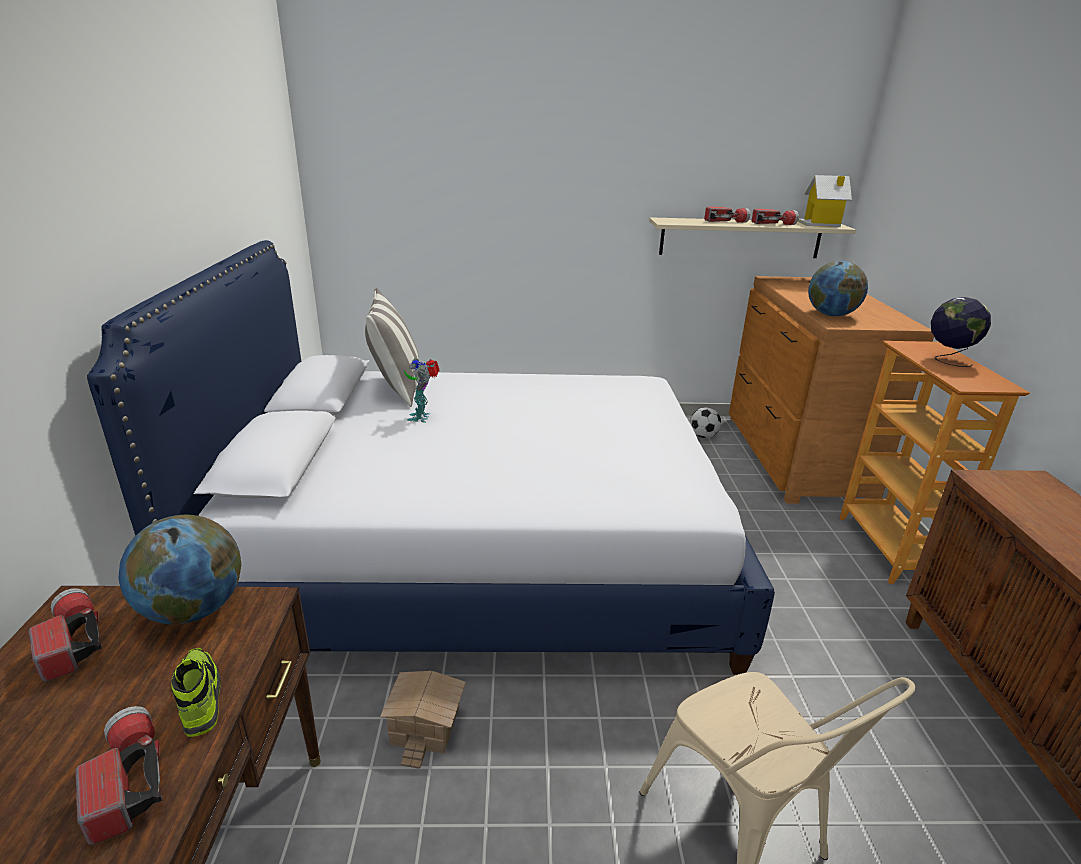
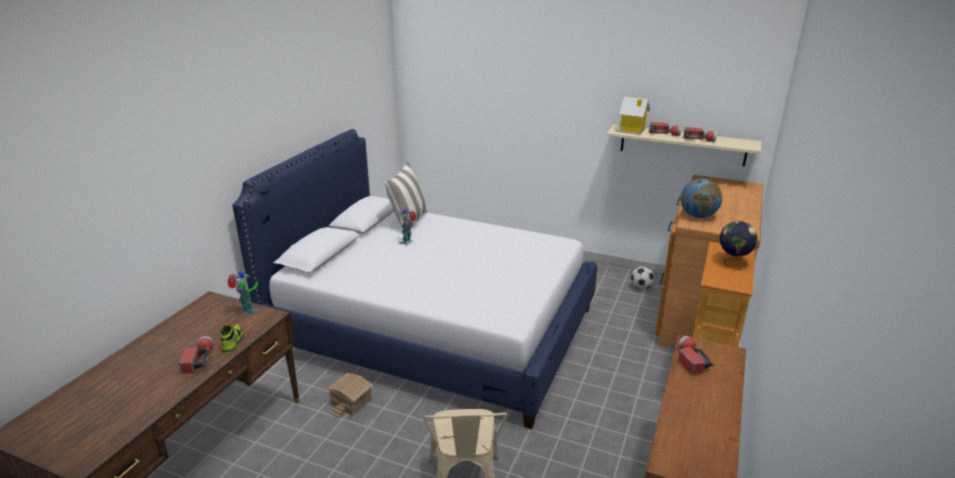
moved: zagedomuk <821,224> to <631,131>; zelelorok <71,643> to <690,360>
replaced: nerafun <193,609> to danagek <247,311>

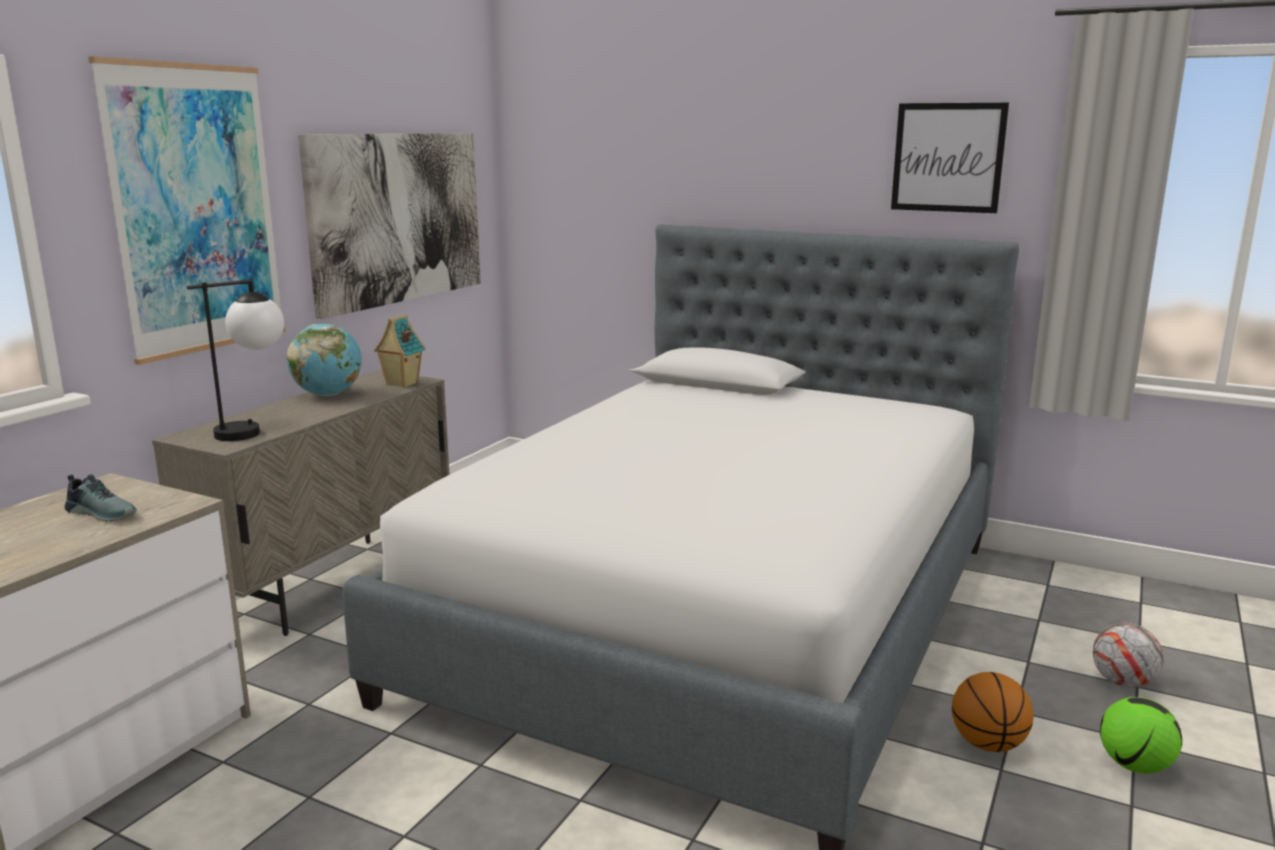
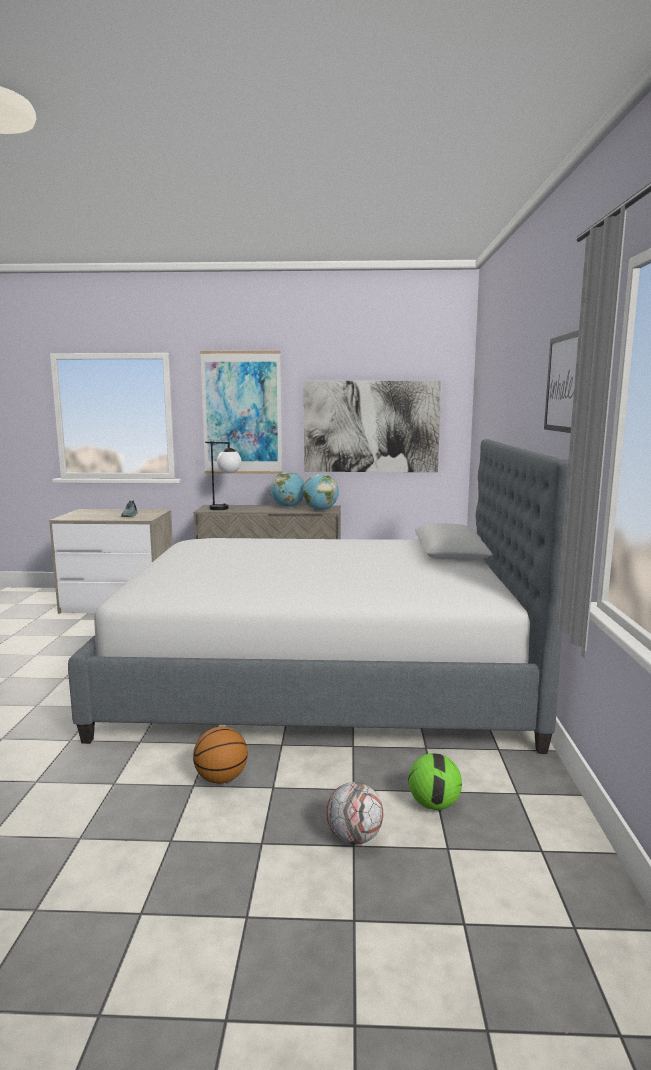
moved: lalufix <1135,766> to <434,804>
replaced: zagedomuk <401,384> to nerafun <320,510>

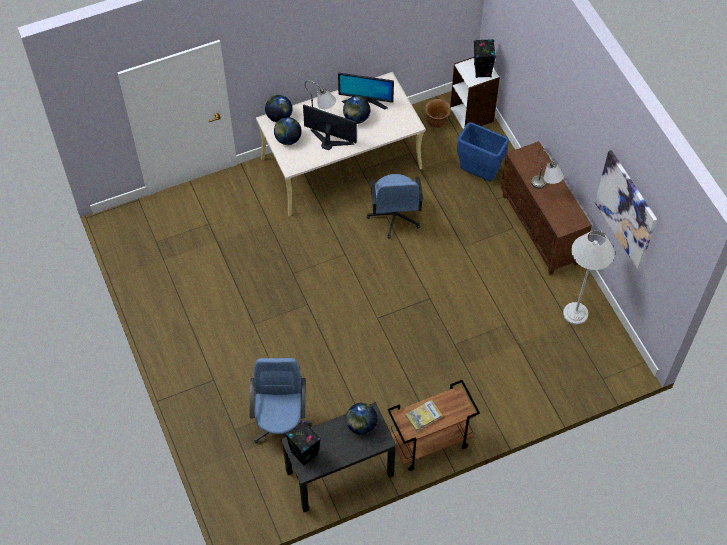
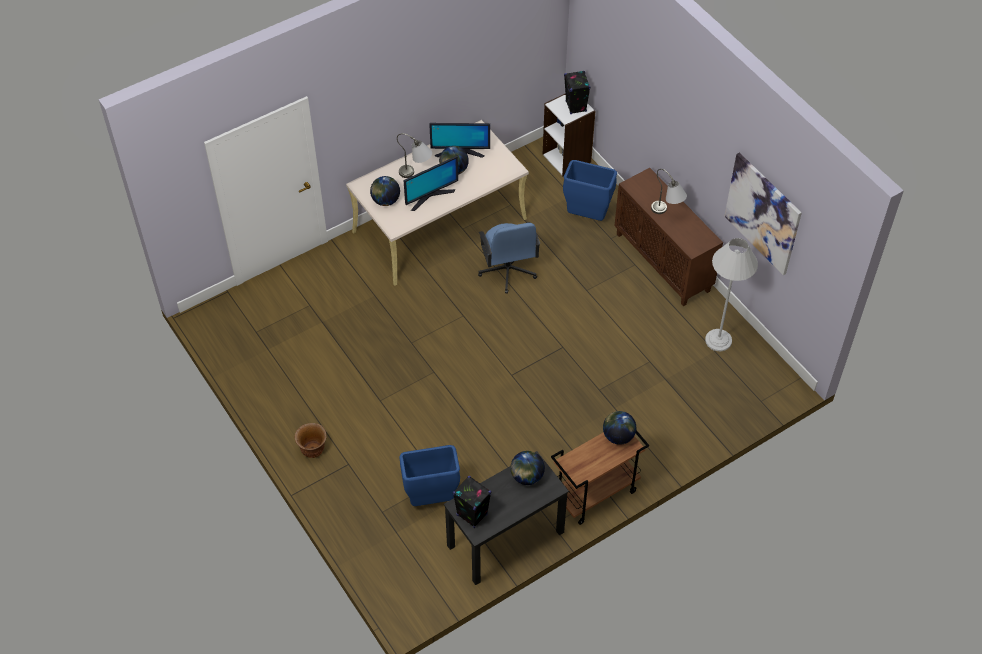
removed: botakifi <423,416>
moved: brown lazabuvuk <436,122> to <312,450>; nerafun <279,117> to <618,436>
replaced: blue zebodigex <281,424> to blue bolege <431,498>
turned: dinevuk <329,141> = <430,196> 135 degrees clockwise

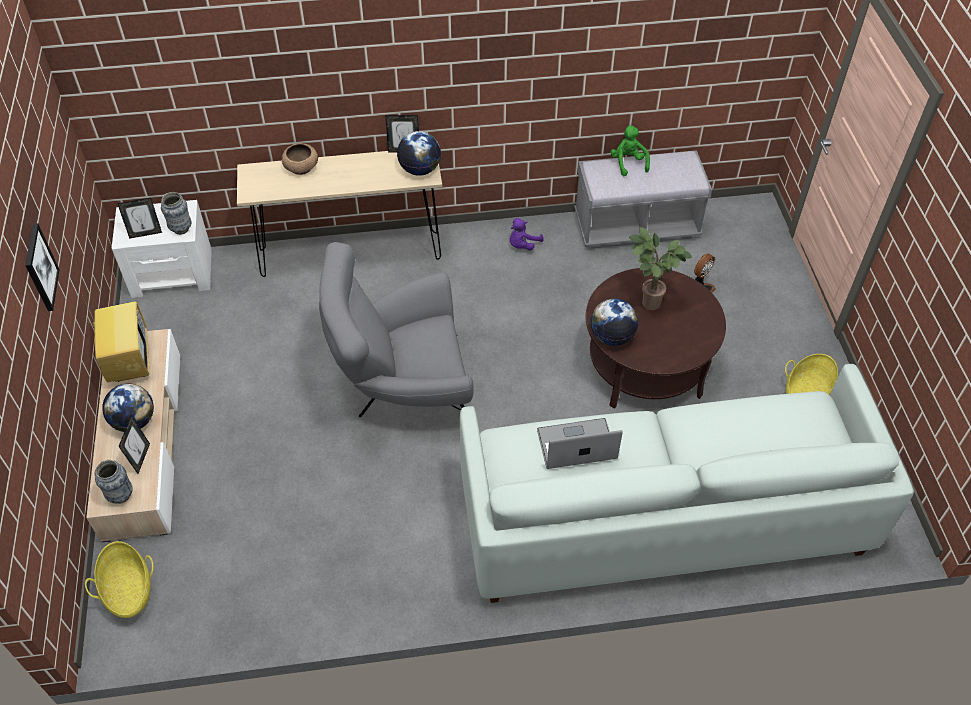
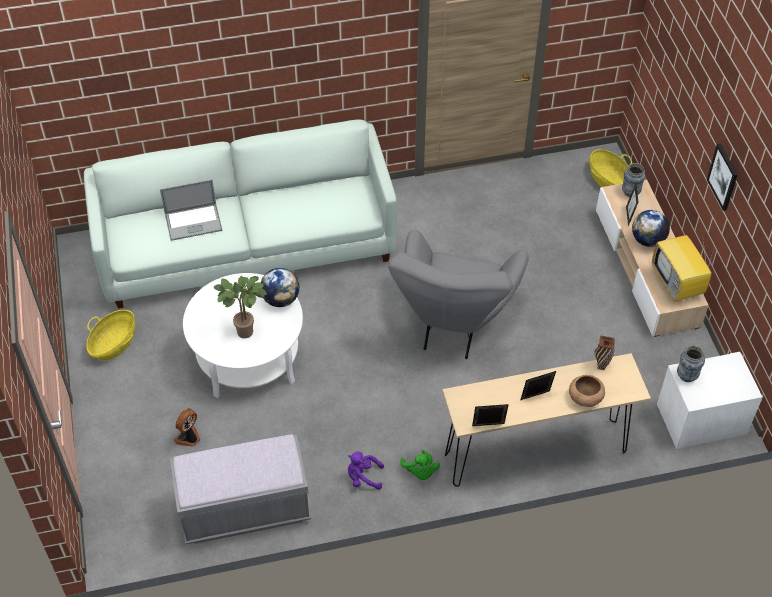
removed: nerafun <420,169>
added: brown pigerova <600,366>
moved: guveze <576,445> to <193,222>; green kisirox <628,163> to <420,472>; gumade <145,233> to <536,397>
recoloured: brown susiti <645,366> to white susiti <248,358>
turned: purple kisirox <522,245> = <363,477> 120 degrees counterclockwise; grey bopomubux <403,389> = <454,323> 120 degrees clockwise

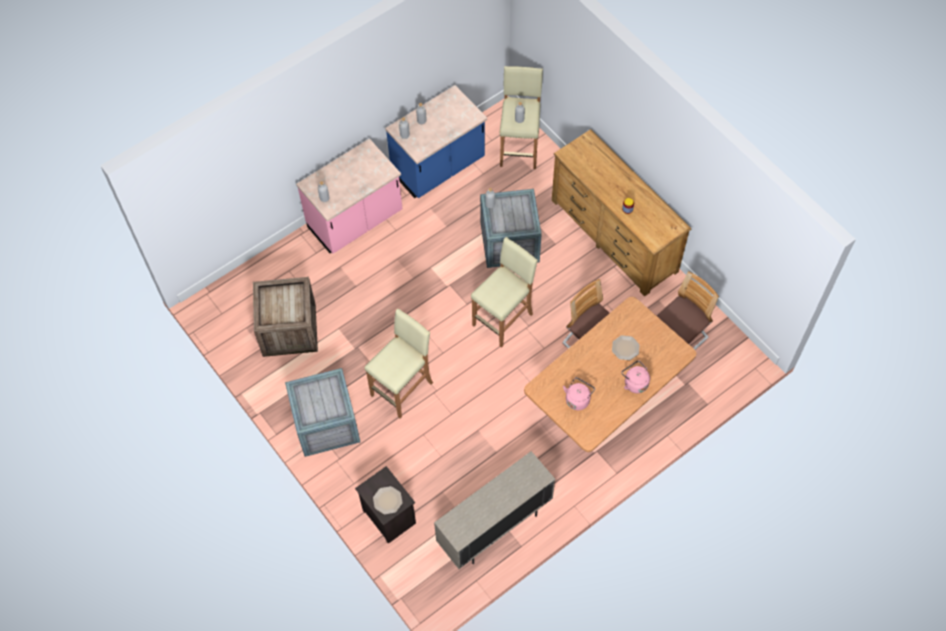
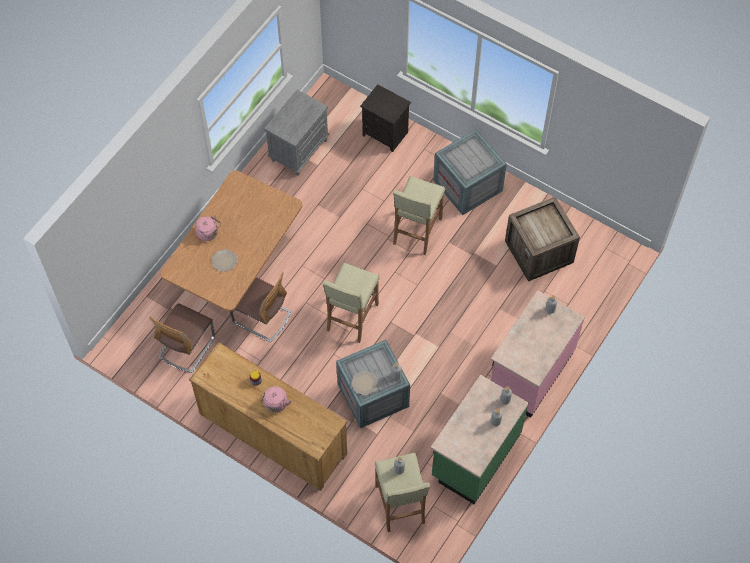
moved: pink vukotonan <578,399> to <275,405>; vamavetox <388,500> to <364,383>
replaced: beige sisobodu <494,527> to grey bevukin <299,150>
recoloured: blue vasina <439,167> to green vasina <474,455>

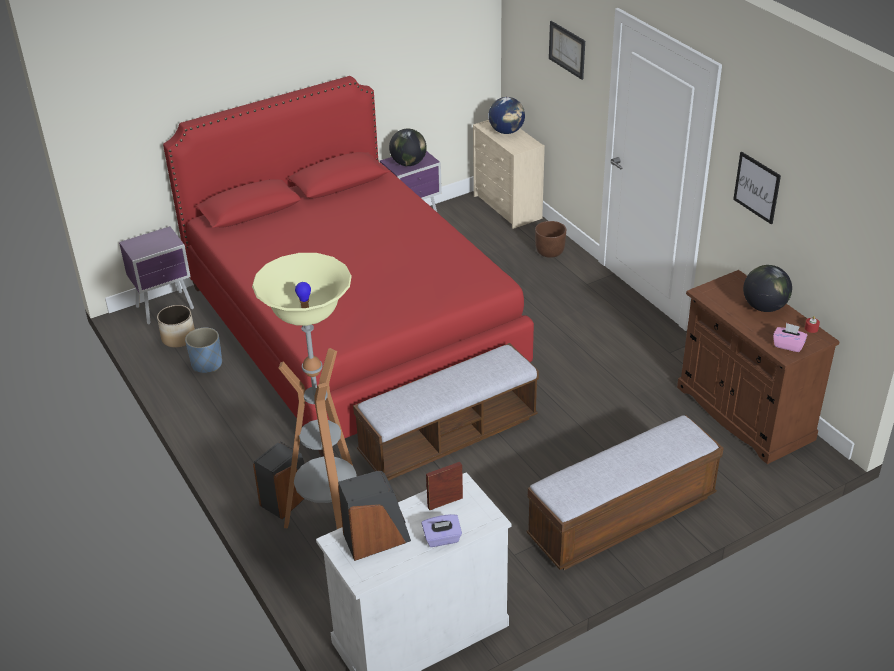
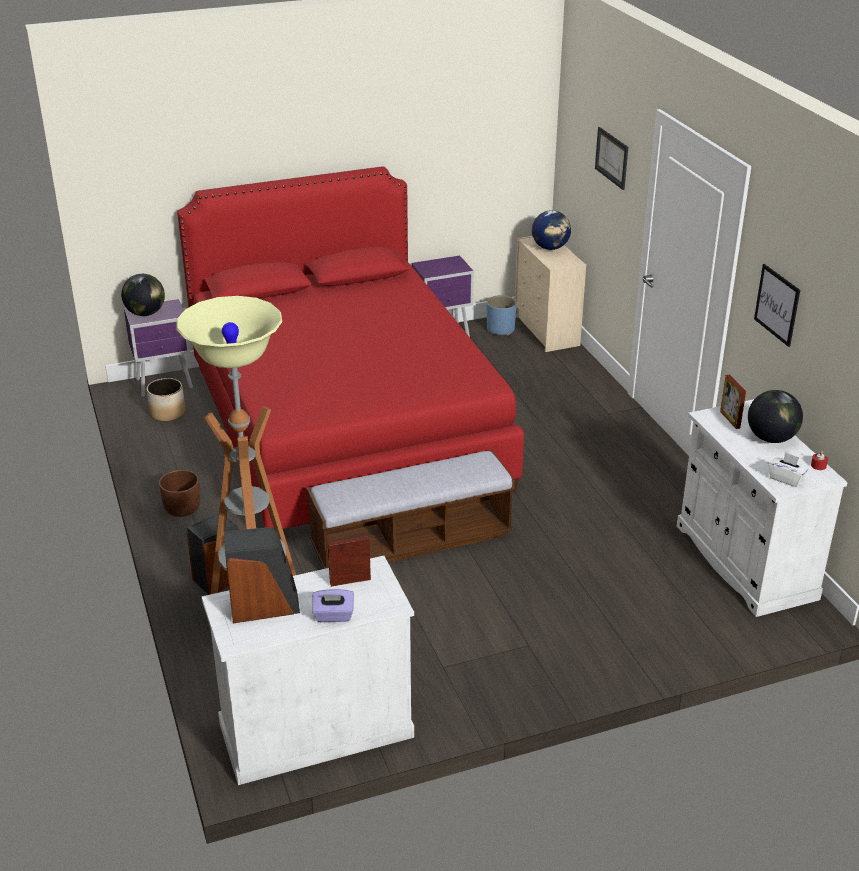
removed: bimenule <621,517>
added: gumade <730,420>
moved: nerafun <408,163> to <145,313>; brown lazabuvuk <550,251> to <183,509>; blue lazabuvuk <207,364> to <500,329>
recoloured: brown sisobodu <744,413> to white sisobodu <744,561>; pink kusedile <788,345> to white kusedile <786,479>

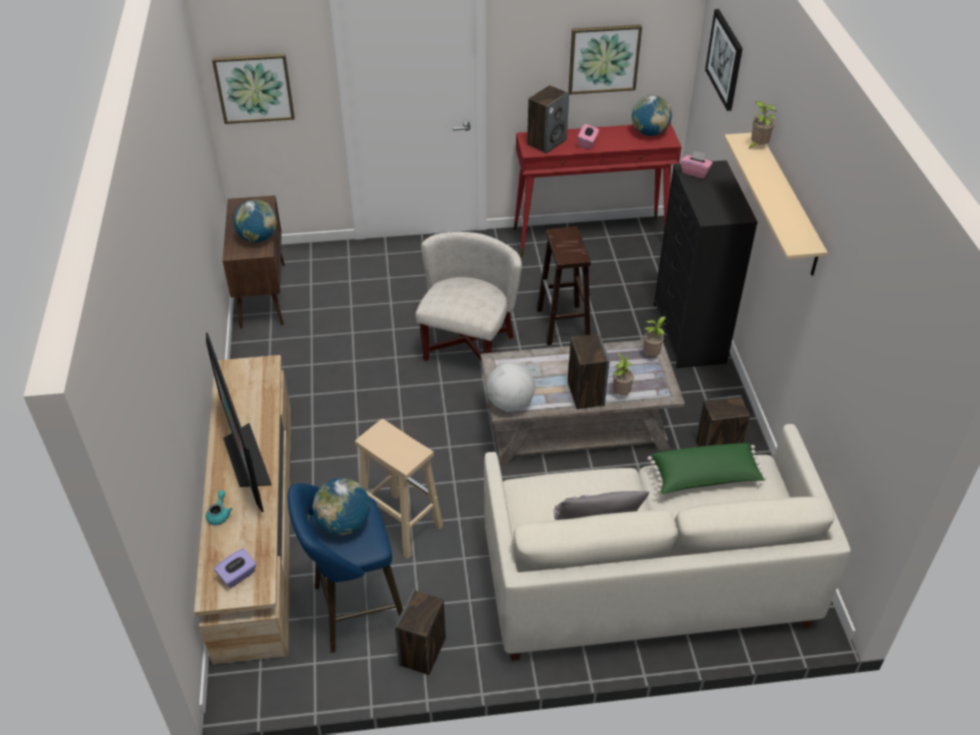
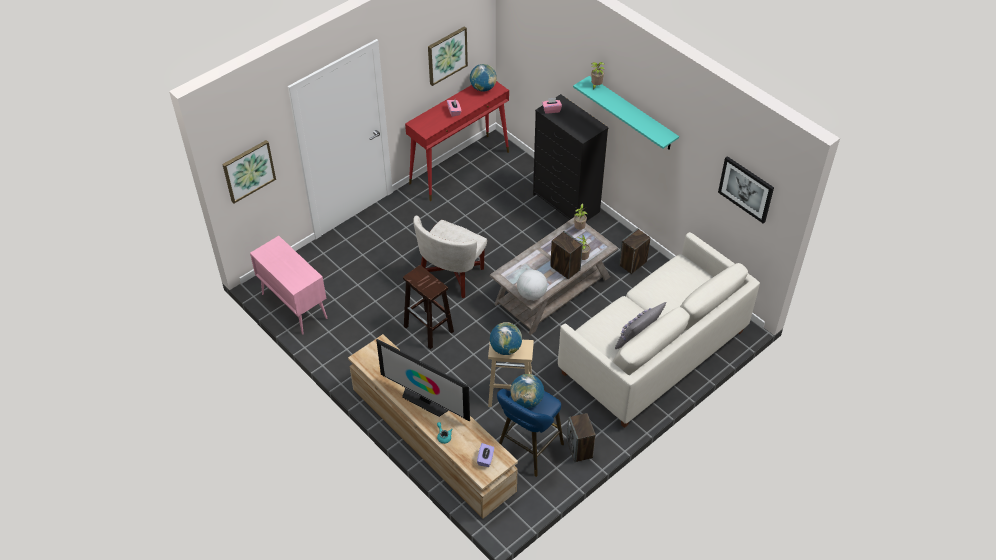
removed: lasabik <546,142>; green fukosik <705,478>
moved: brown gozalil <563,325> to <429,329>; nerafun <258,238> to <505,348>; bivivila <725,59> to <746,189>
recoloured: brown sisobodu <263,295> to pink sisobodu <294,306>; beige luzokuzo <787,204> to turquoise luzokuzo <632,114>
turned: white bopomubux <468,347> = <452,274> 135 degrees counterclockwise

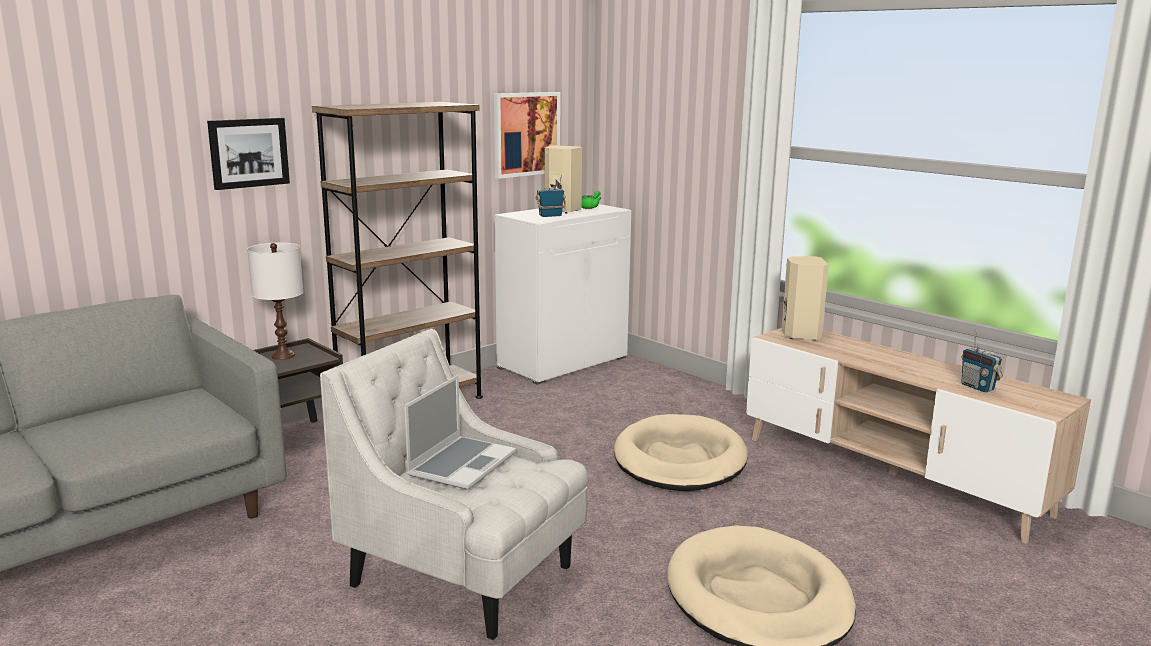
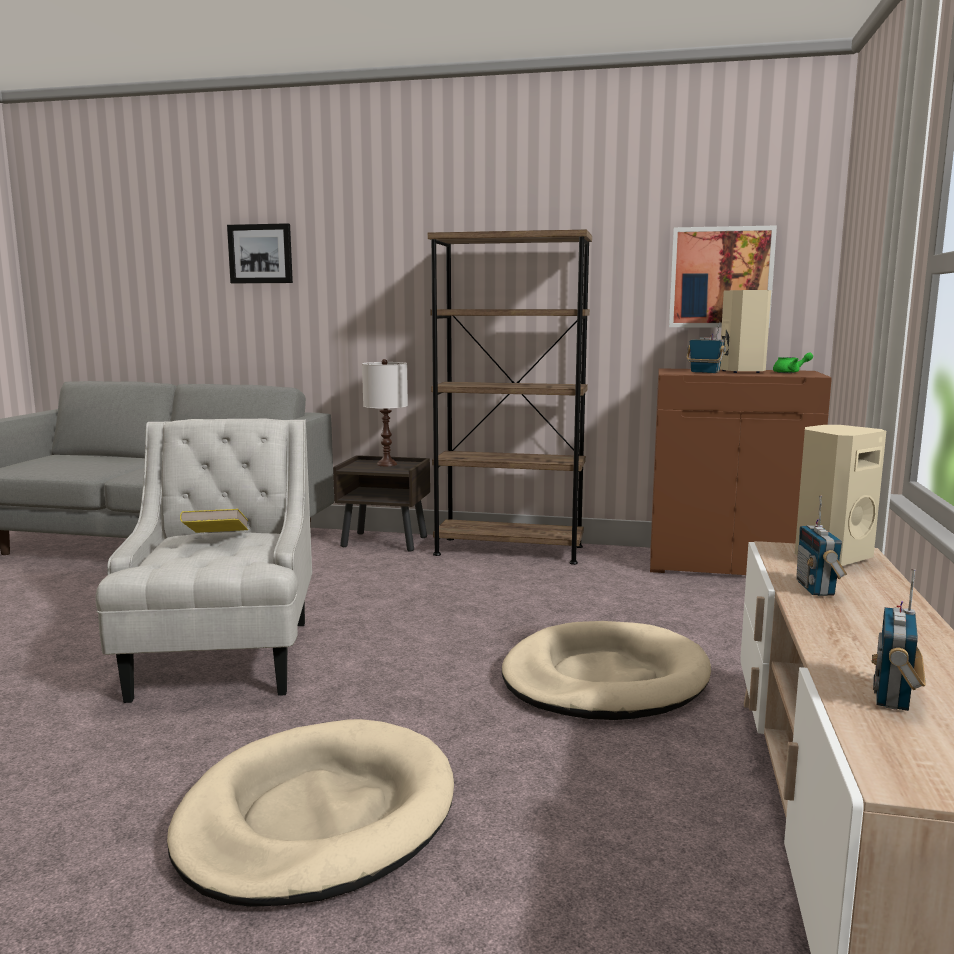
added: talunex <816,589>
moved: bivivila <248,152> to <261,254>
replaced: guveze <461,464> to yellow botakifi <216,539>
recoloured: white sisobodu <562,362> to brown sisobodu <727,565>

